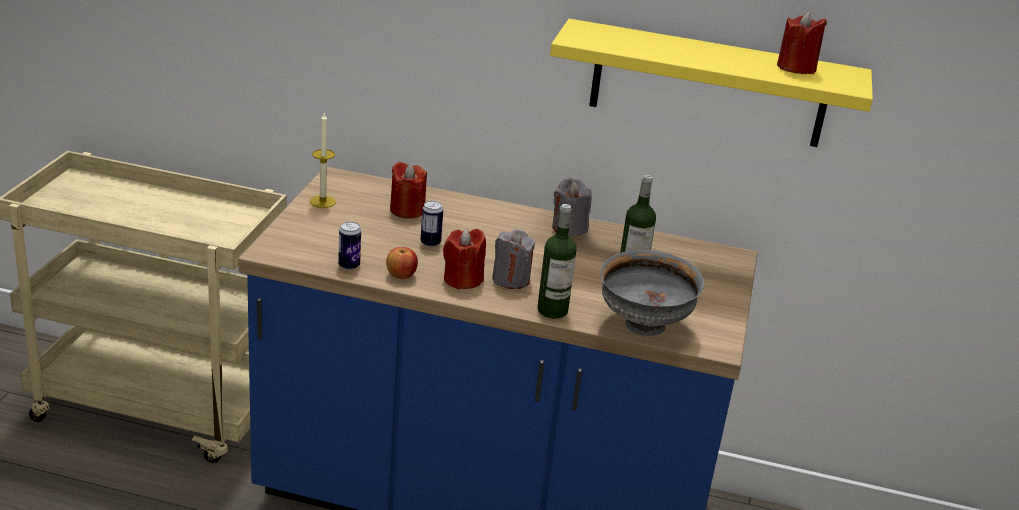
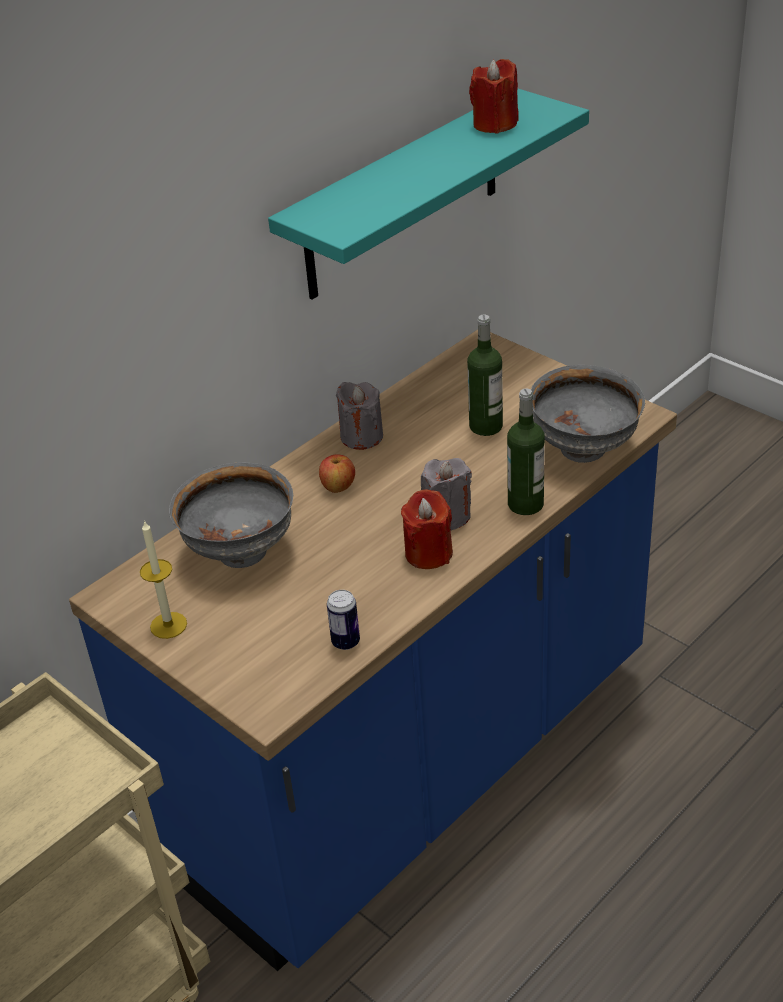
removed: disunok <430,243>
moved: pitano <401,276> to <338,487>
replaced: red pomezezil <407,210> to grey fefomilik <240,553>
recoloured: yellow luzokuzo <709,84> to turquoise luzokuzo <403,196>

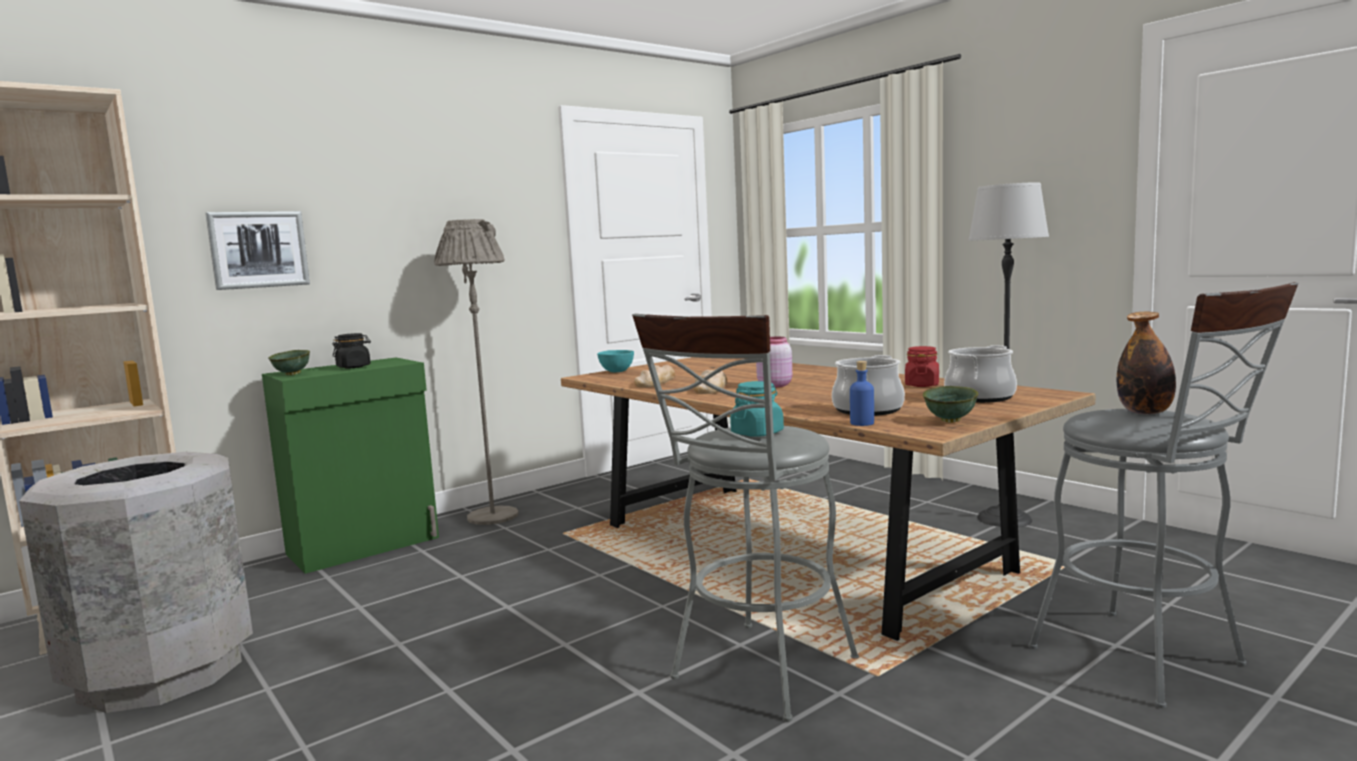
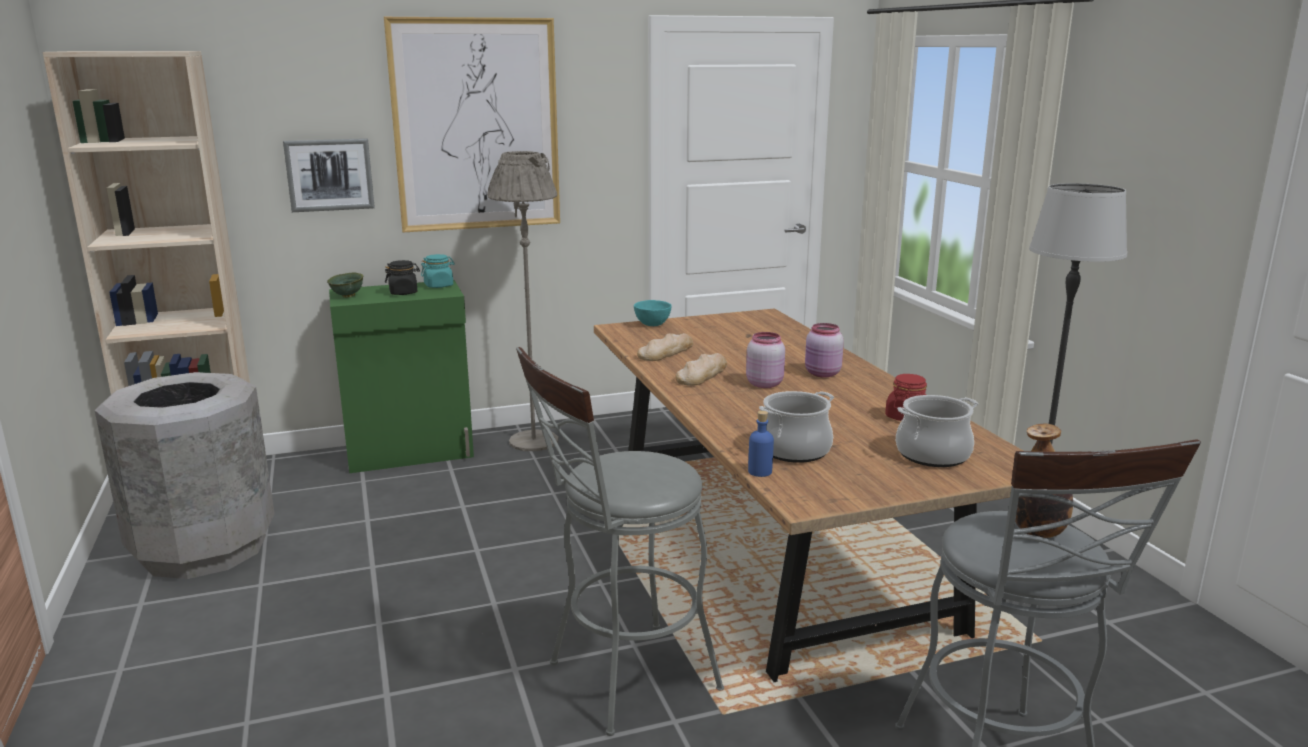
removed: green fefomilik <951,421>
added: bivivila <476,125>; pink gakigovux <822,374>
moved: turquoise gakigovux <757,433> to <439,285>

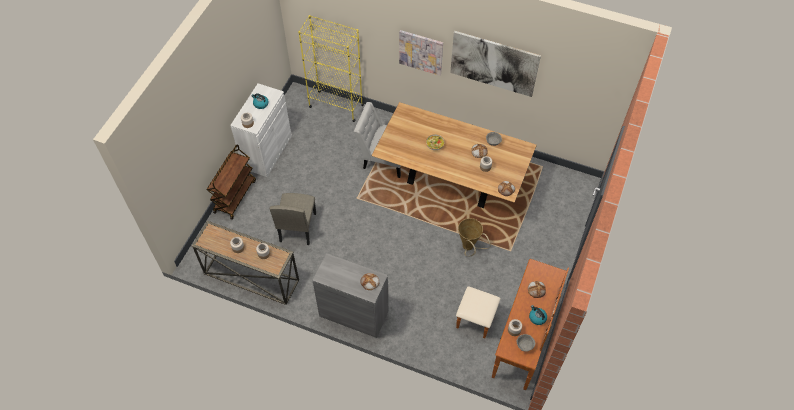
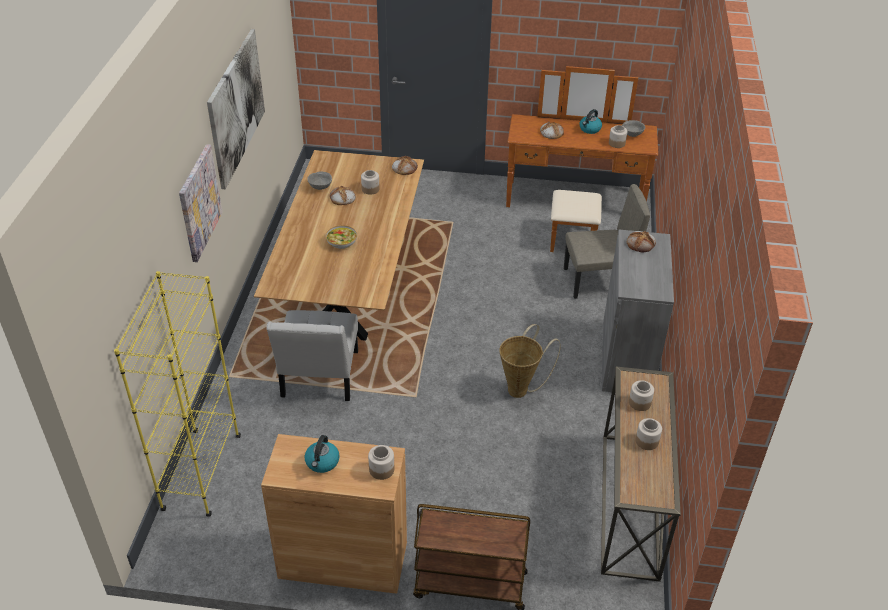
moved: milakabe <469,248> to <521,389>; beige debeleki <297,227> to <597,281>
recoloured: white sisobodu <267,152> to brown sisobodu <343,560>

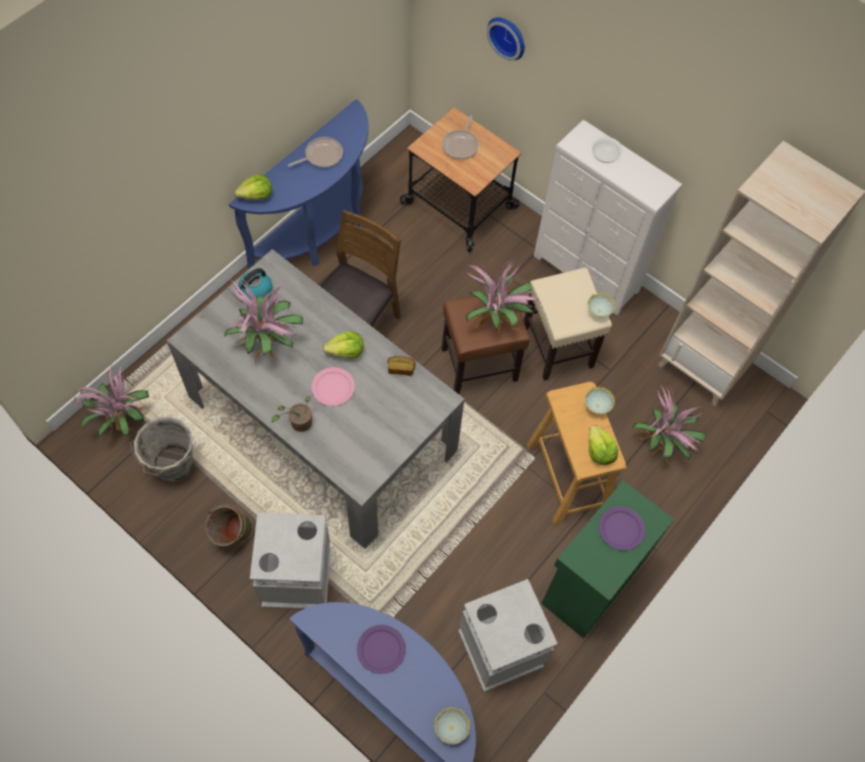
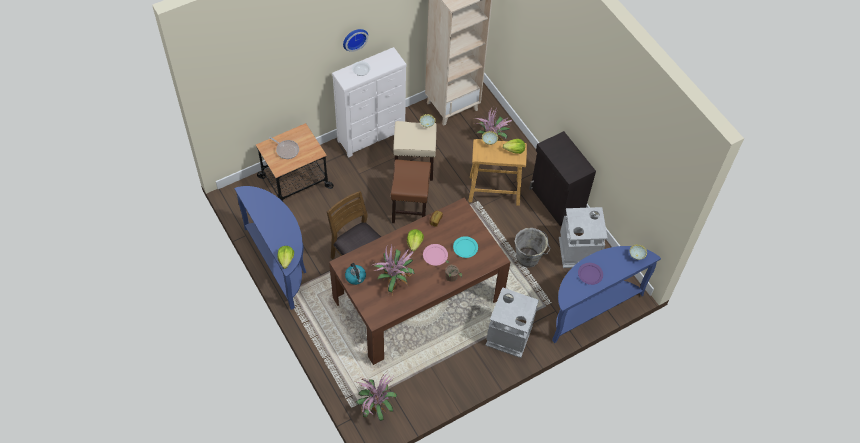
removed: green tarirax <232,536>; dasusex <321,156>; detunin <497,319>; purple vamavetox <621,529>
added: turquoise vamavetox <465,248>
moved: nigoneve <508,36> to <354,38>; grey tarirax <172,466> to <528,258>
recoloured: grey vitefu <322,424> to brown vitefu <418,297>; green sisobodu <589,583> to black sisobodu <556,201>

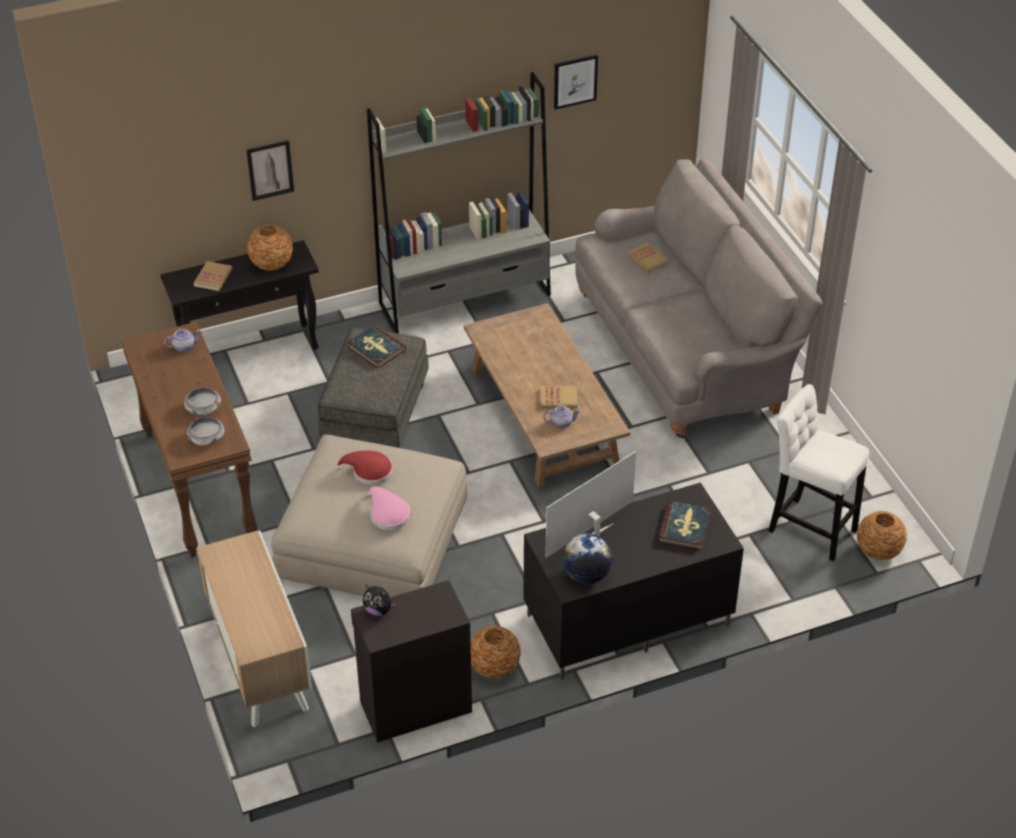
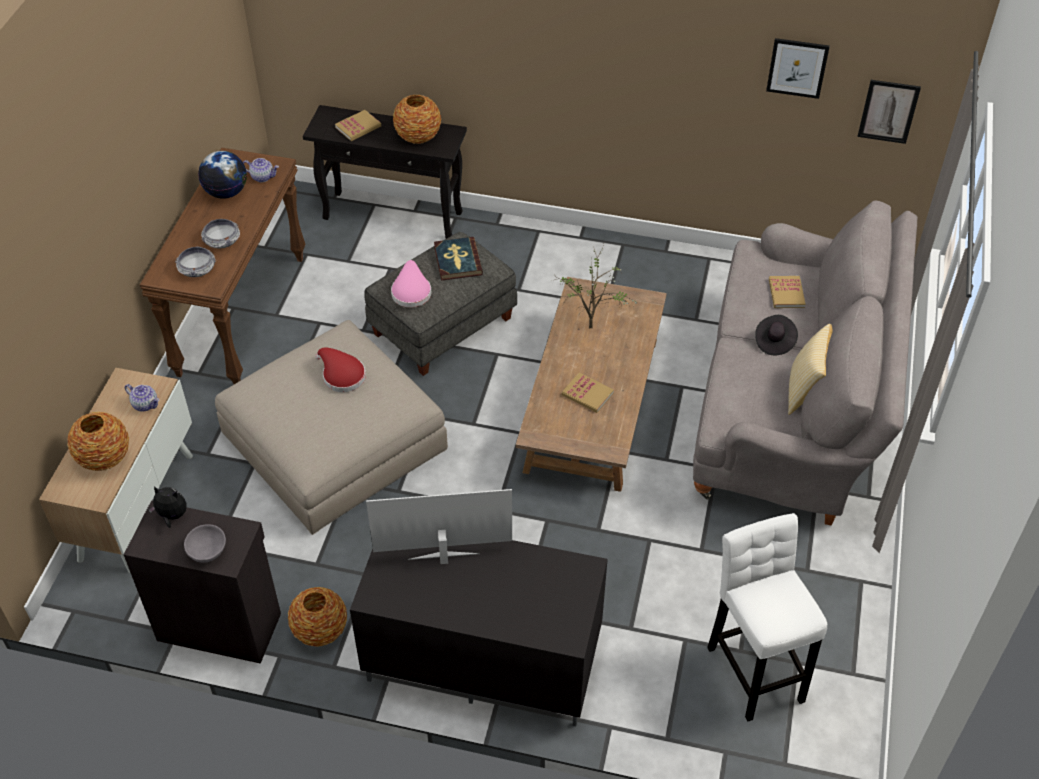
removed: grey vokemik <465,299>; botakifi <685,527>
added: grey fefomilik <208,552>; detunin <592,329>; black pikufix <774,342>; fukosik <805,390>
moved: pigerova <878,551> to <104,458>; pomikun <562,422> to <145,404>; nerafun <586,574> to <226,192>; pink pikufix <387,514> to <411,291>; bivivila <270,170> to <888,111>
turned: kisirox <378,610> = <172,516> 135 degrees clockwise

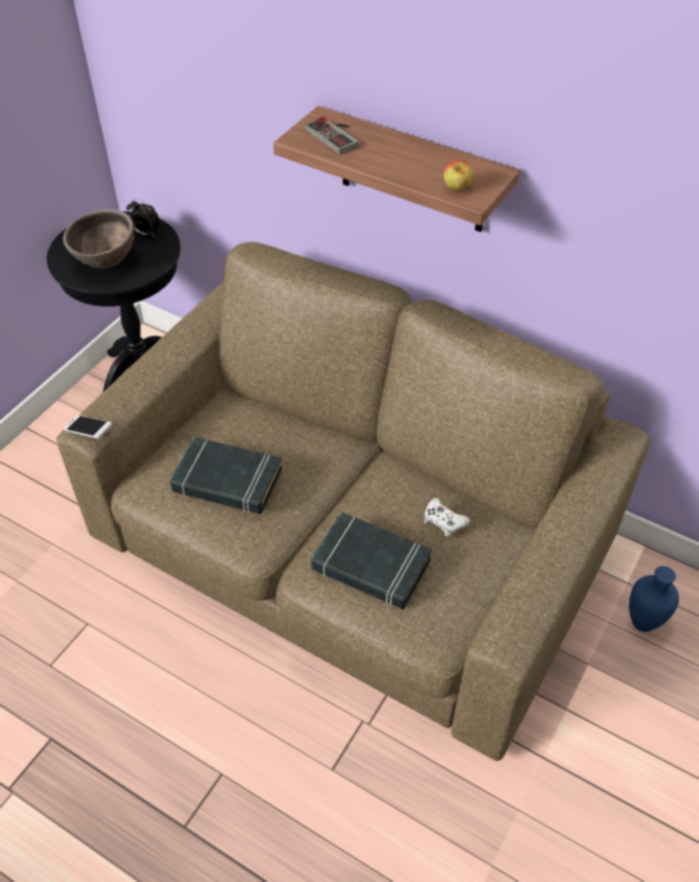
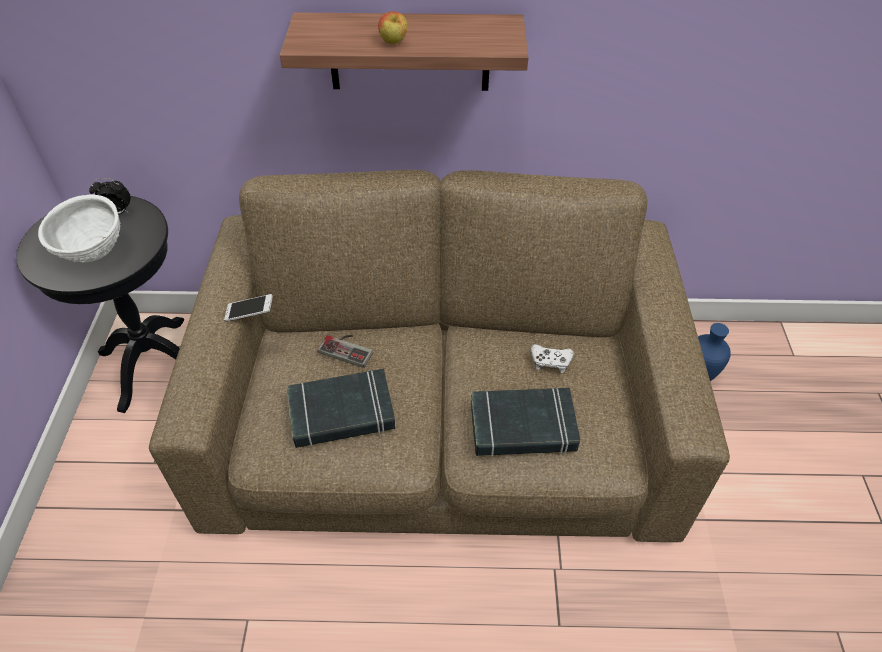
moved: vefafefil <89,432> to <250,313>; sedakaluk <337,135> to <348,348>; pitano <456,189> to <393,43>
recoloured: brown fefomilik <106,263> to white fefomilik <94,254>

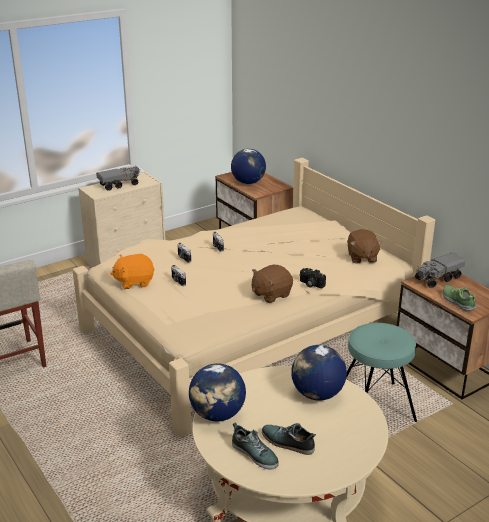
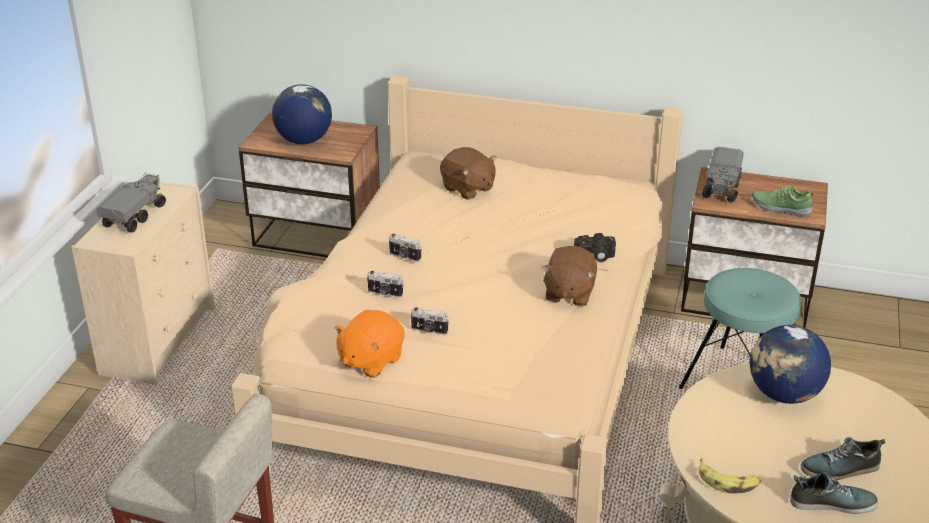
moved: brown kisirox <361,257> to <468,189>
replaced: nerafun <217,415> to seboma <728,481>

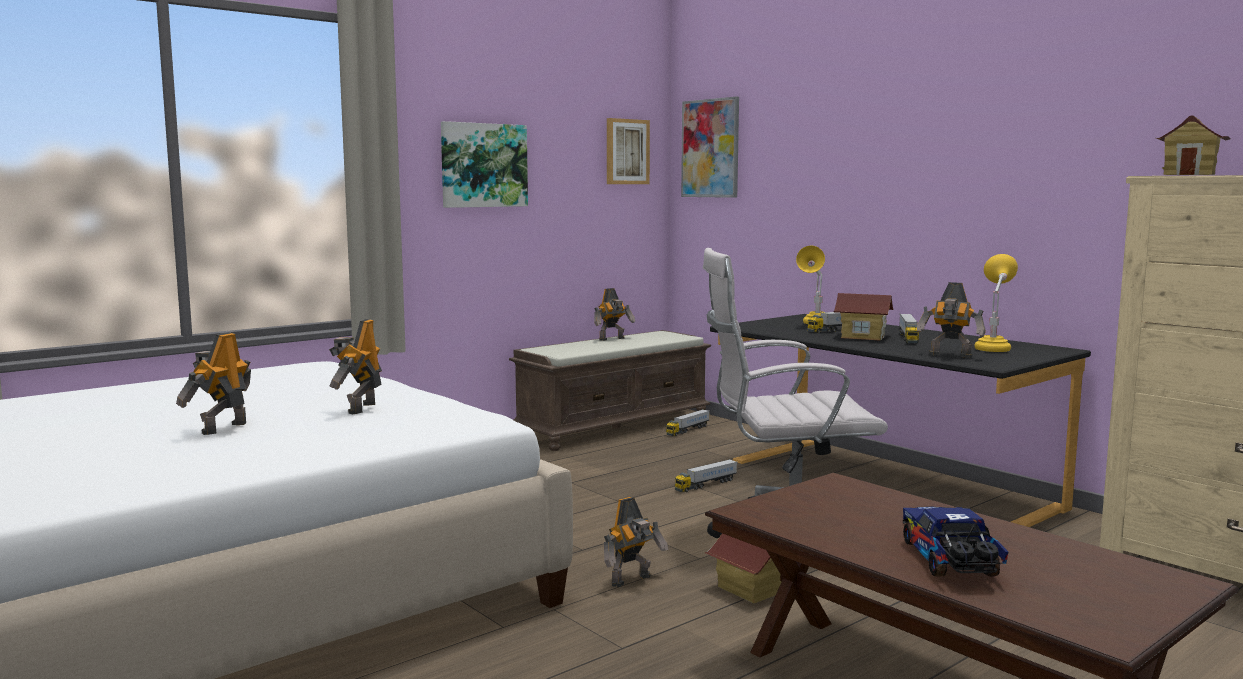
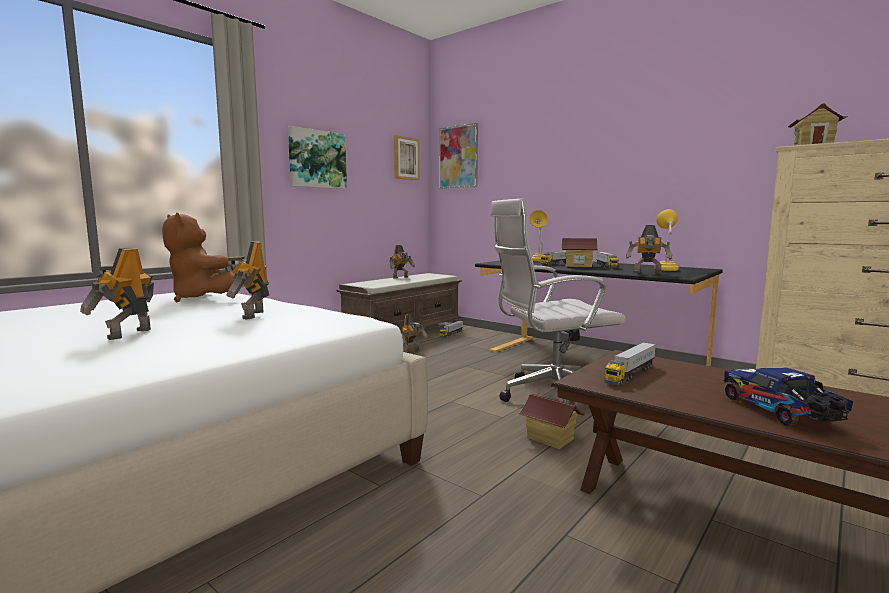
added: brown kisirox <202,298>
moved: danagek <633,581> to <412,351>; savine <706,485> to <630,374>

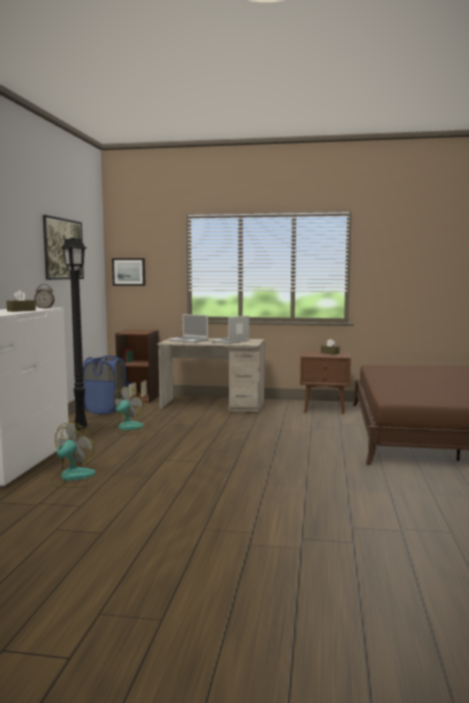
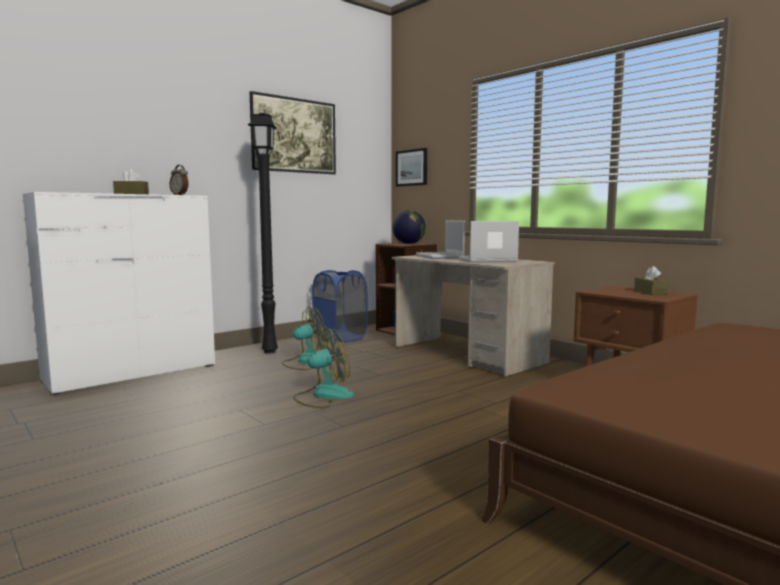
added: nerafun <408,243>
moved: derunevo <72,478> to <323,396>

